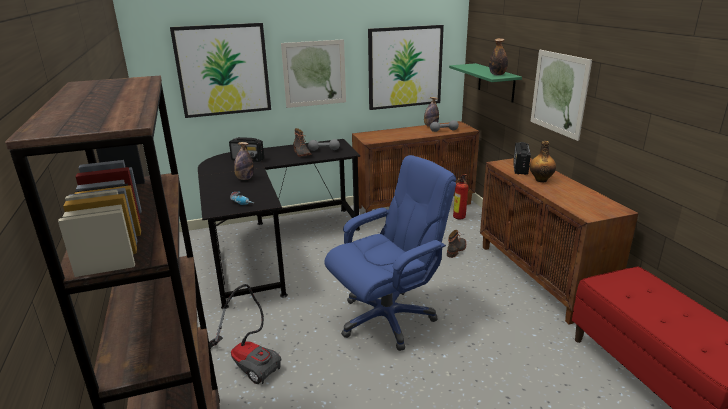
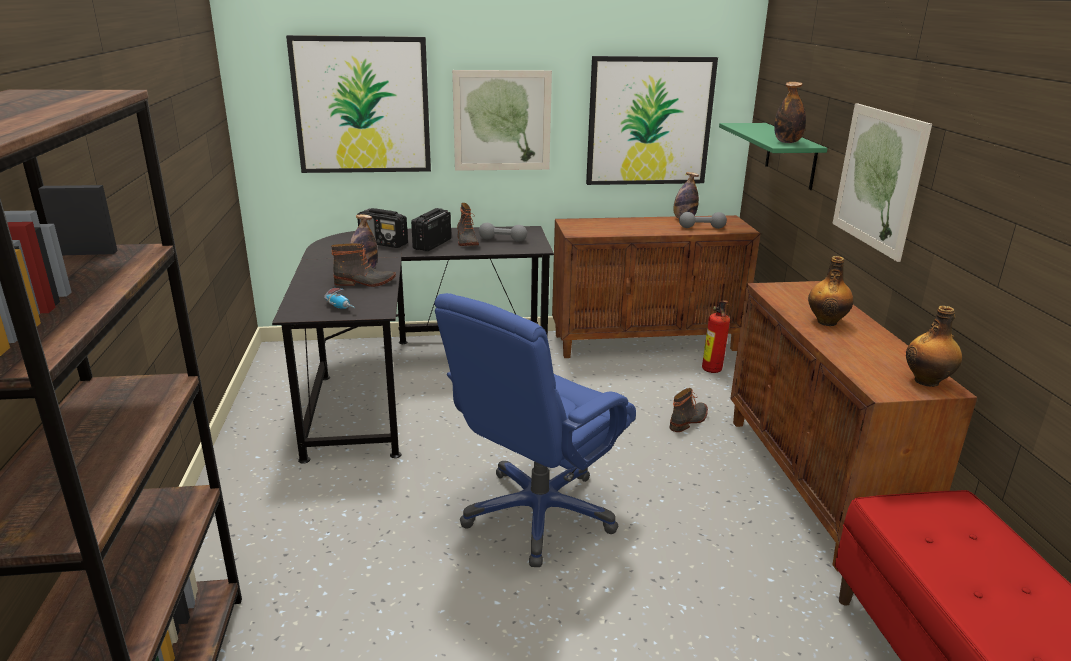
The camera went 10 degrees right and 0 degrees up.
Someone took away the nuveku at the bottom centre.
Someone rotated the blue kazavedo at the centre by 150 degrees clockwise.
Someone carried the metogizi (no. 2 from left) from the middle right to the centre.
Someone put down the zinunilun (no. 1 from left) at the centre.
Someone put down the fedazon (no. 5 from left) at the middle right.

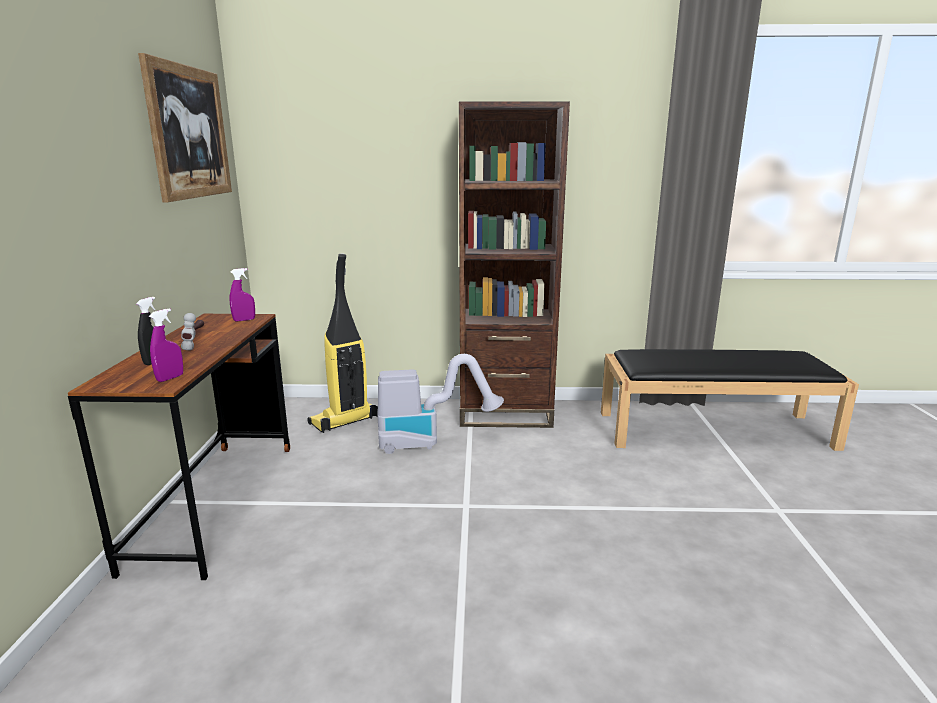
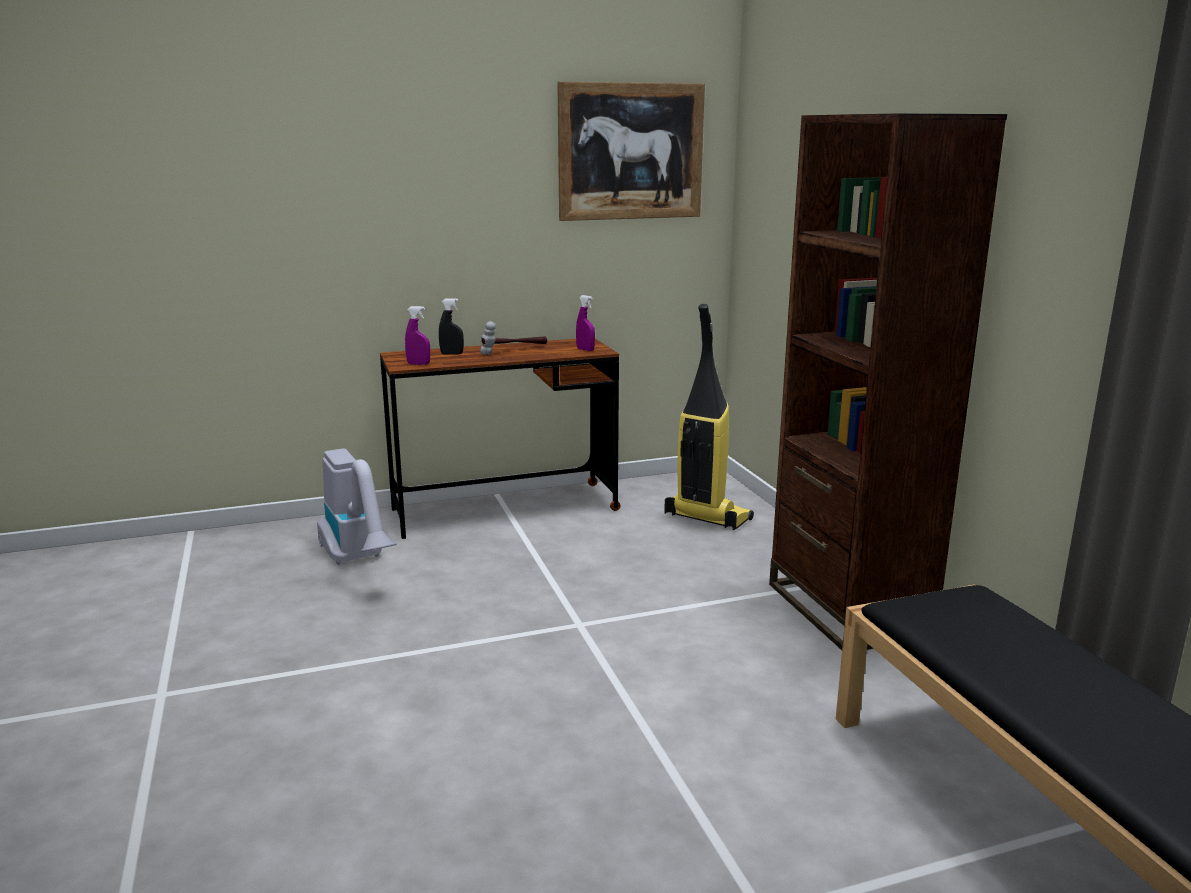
The camera went 70 degrees right and 0 degrees up.
Someone carried the nuveku (no. 2 from left in the first image) from the centre to the middle left.

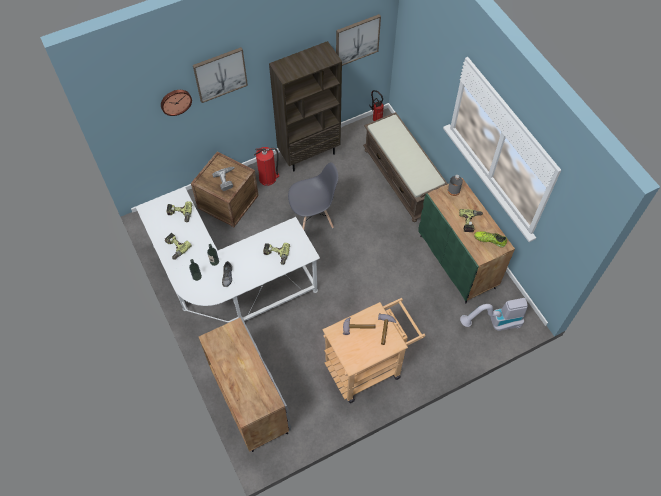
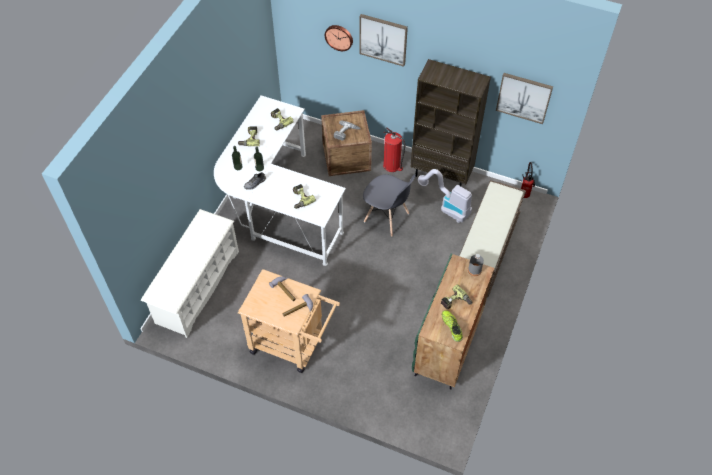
The camera went 50 degrees right and 5 degrees down.
Someone swapped the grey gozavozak at the bottom centre for the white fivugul at the middle left.
Someone carried the nuveku from the middle right to the centre.

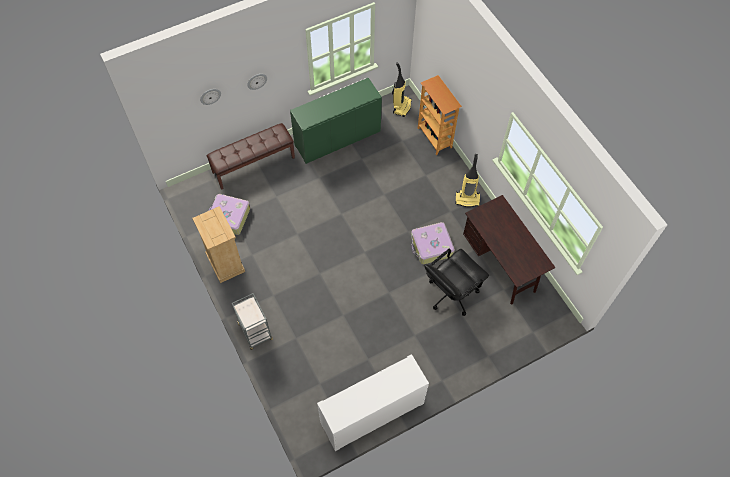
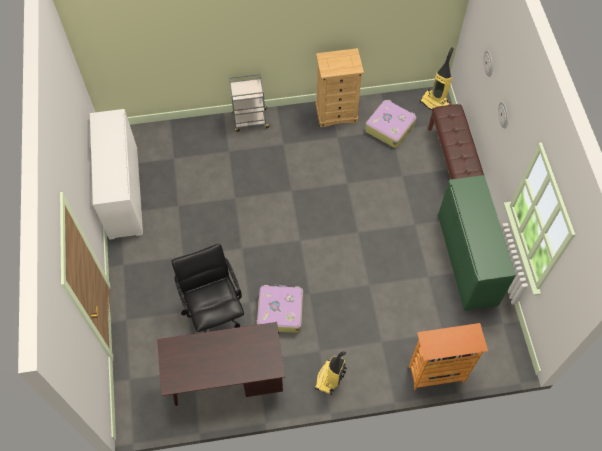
The camera went 110 degrees right and 0 degrees up.
Someone carried the nuveku (no. 1 from left in the first image) from the top centre to the top right.

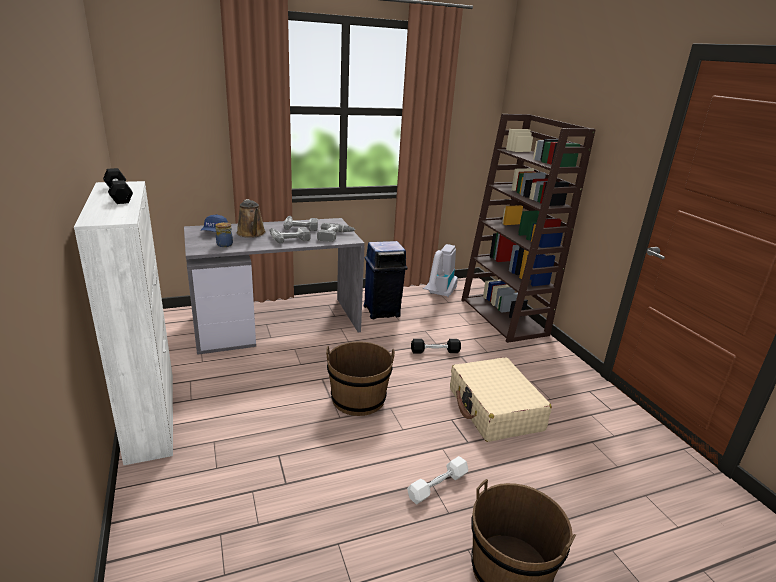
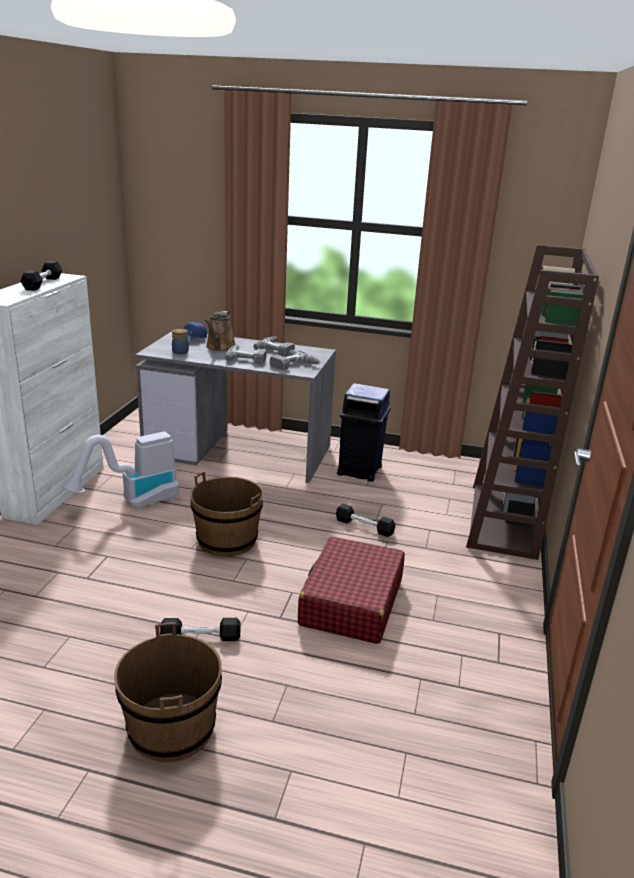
The camera went 35 degrees right and 0 degrees up.
Someone repainted the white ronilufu at the bottom centre, which became the black ronilufu (no. 2 from left) at the bottom left.
Someone carried the nuveku from the centre to the middle left.
Someone repainted the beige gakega at the bottom centre, which became the red gakega at the bottom centre.

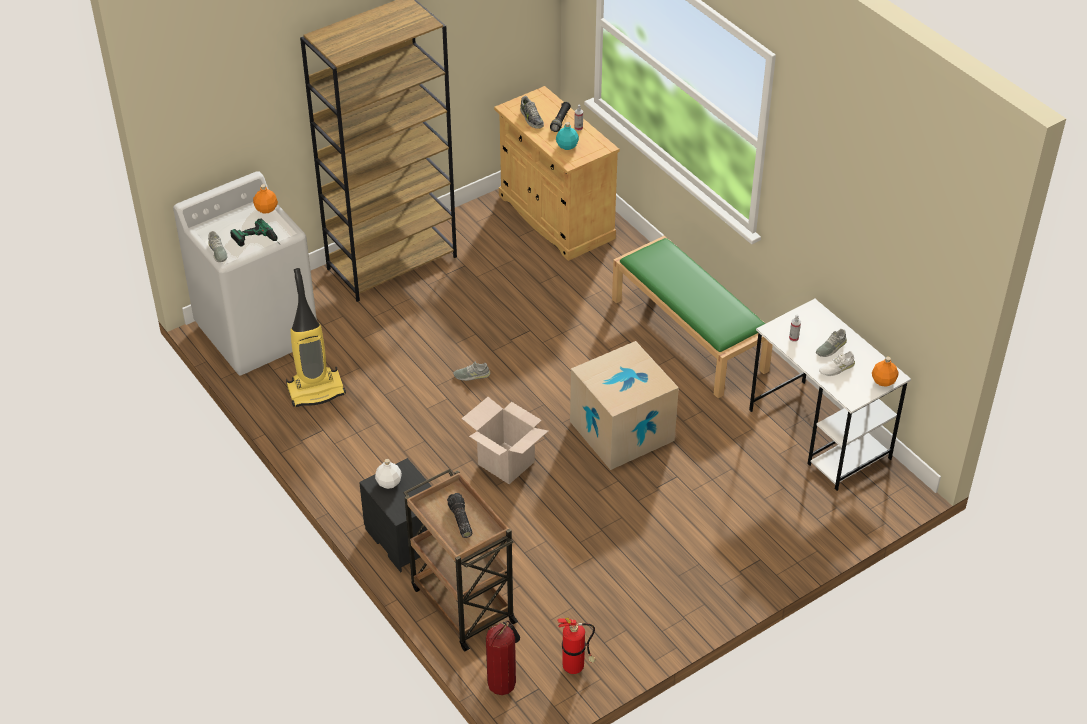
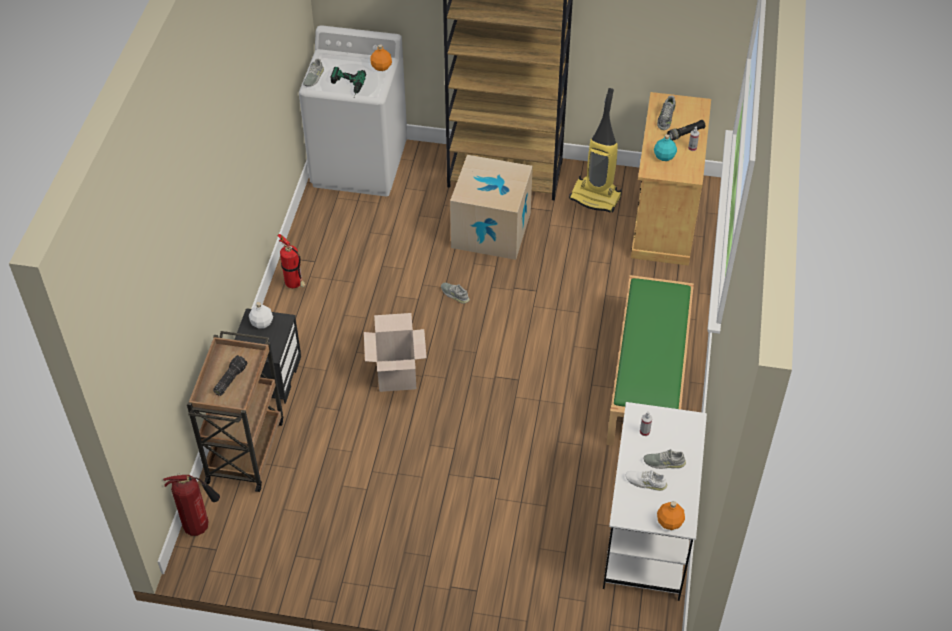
The camera went 45 degrees right and 5 degrees up.
Someone carried the nuveku from the middle left to the top centre.
Someone carried the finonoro (no. 2 from left) from the bottom centre to the middle left.
Someone carried the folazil (no. 2 from left) from the centre to the top centre.

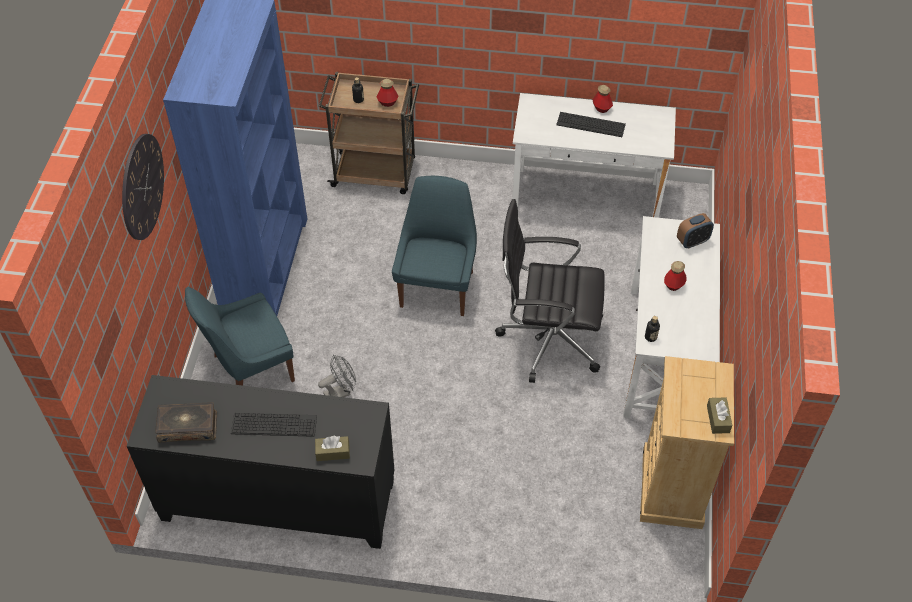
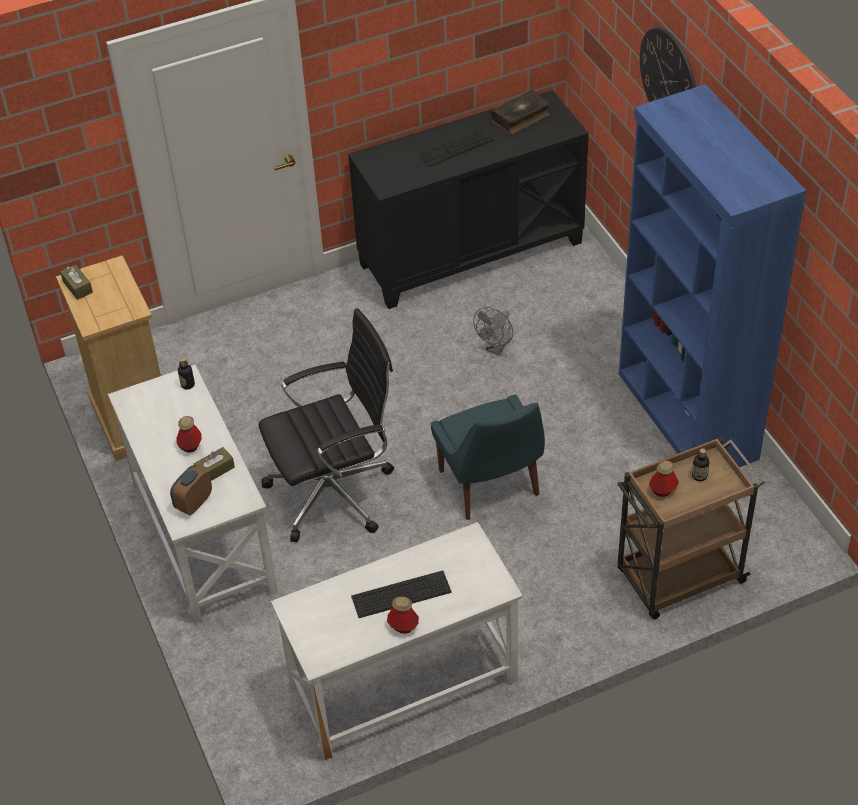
The camera went 150 degrees right and 5 degrees down.
Someone took away the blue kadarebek (no. 1 from left) at the middle left.
Someone carried the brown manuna (no. 1 from left in the first image) from the bottom centre to the middle left.

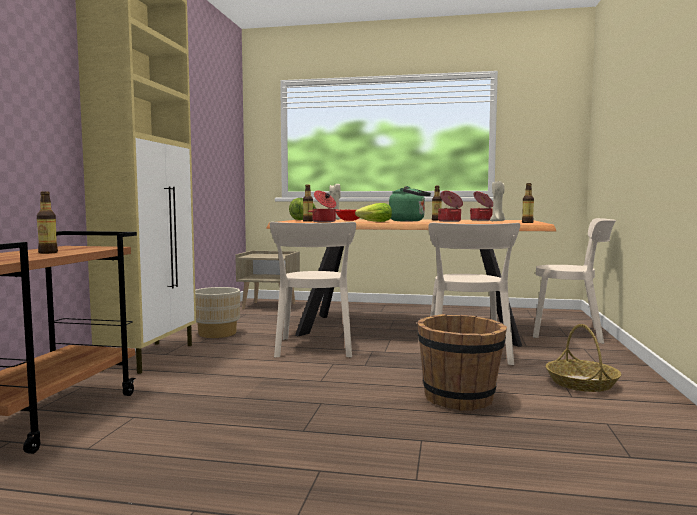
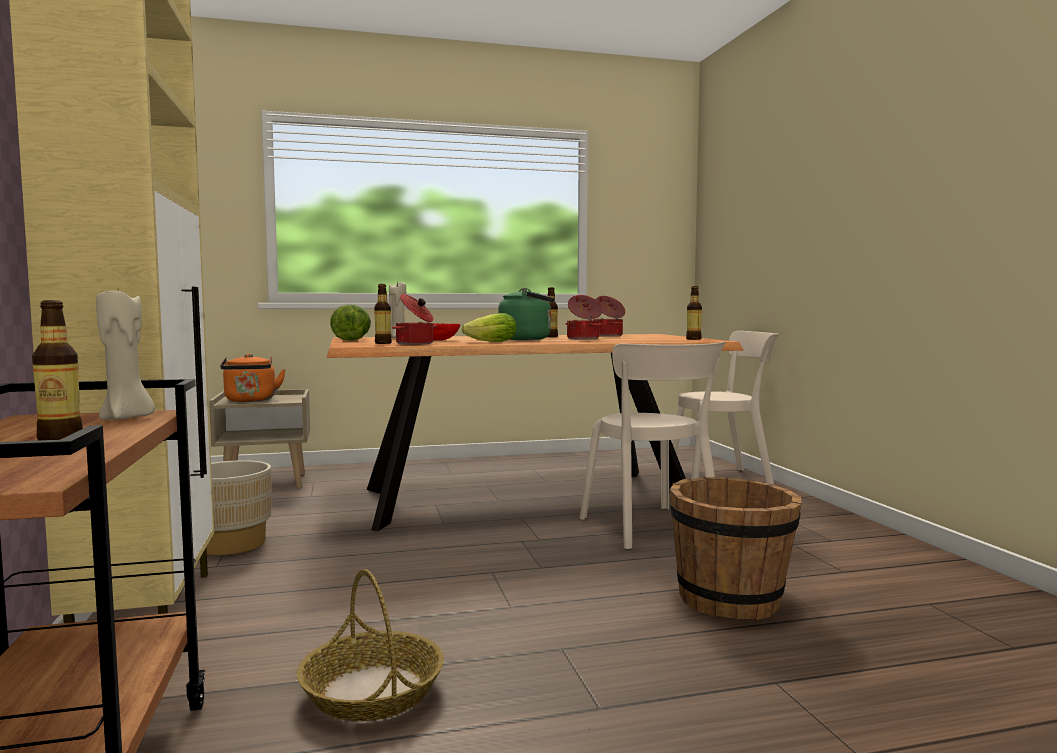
The camera went 25 degrees left and 0 degrees up.
Someone took away the beige kadarebek (no. 1 from left) at the centre.
Someone carried the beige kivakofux (no. 2 from left in the first image) from the middle right to the middle left.
Someone carried the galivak from the bottom right to the bottom centre.
Someone put down the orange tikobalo at the middle left.

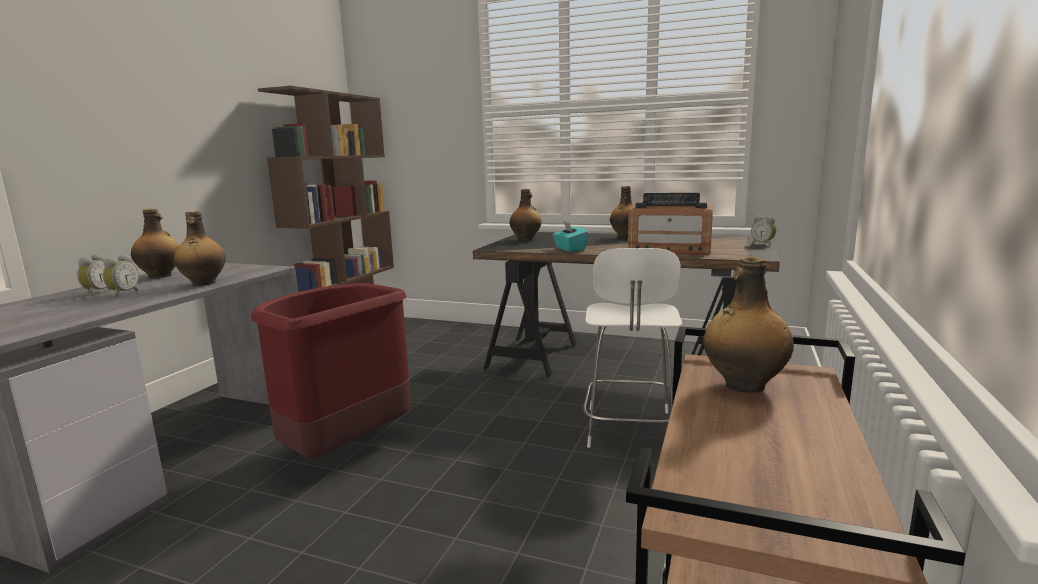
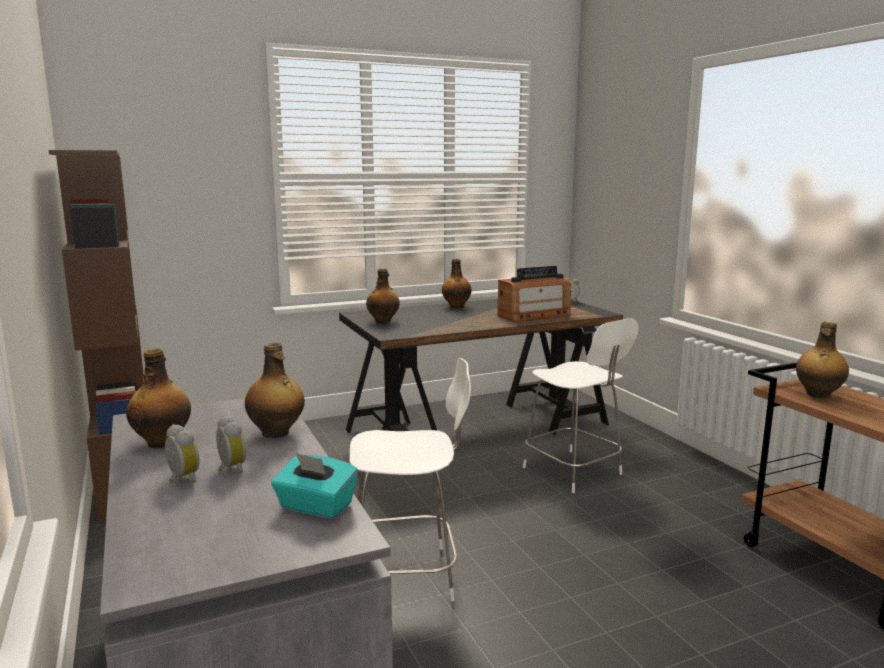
The camera went 45 degrees left and 0 degrees up.
Someone swapped the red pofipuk at the middle left for the white kadarebek (no. 1 from left) at the bottom centre.
Someone carried the turquoise manuna from the centre to the bottom centre.

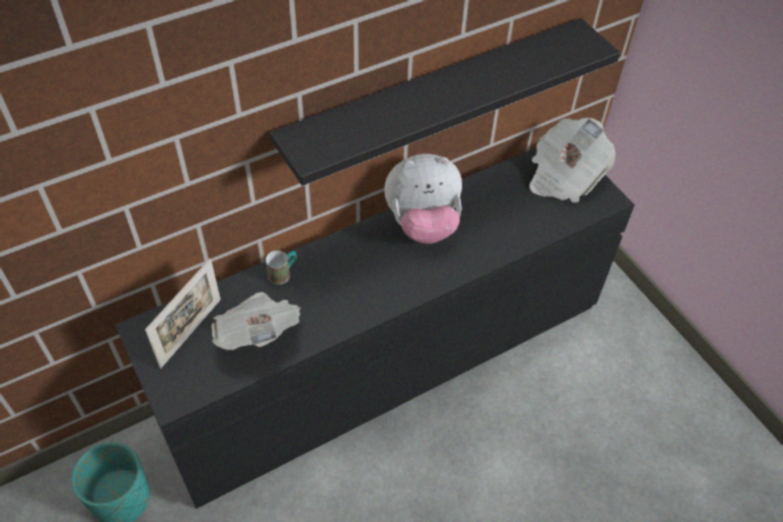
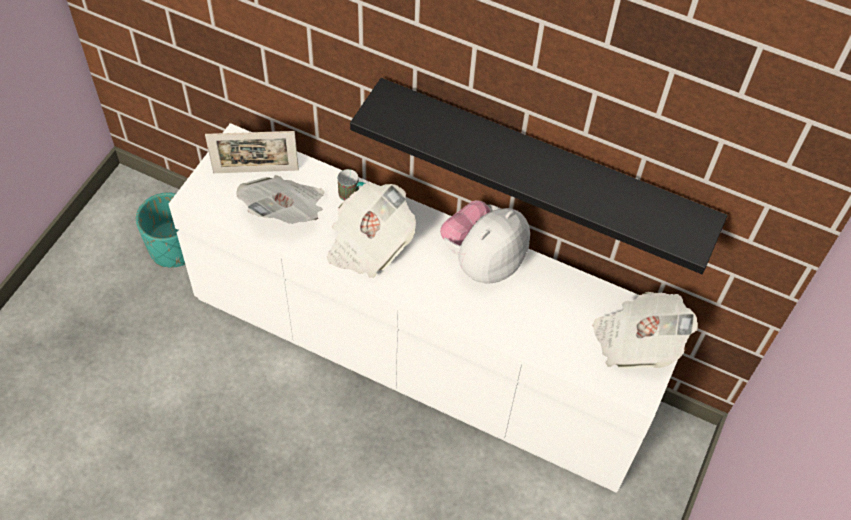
The camera went 55 degrees right and 5 degrees up.
Someone repainted the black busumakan at the centre, which became the white busumakan at the centre.
Someone rotated the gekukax at the centre by 90 degrees clockwise.
Someone put down the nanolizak (no. 2 from left) at the centre.

